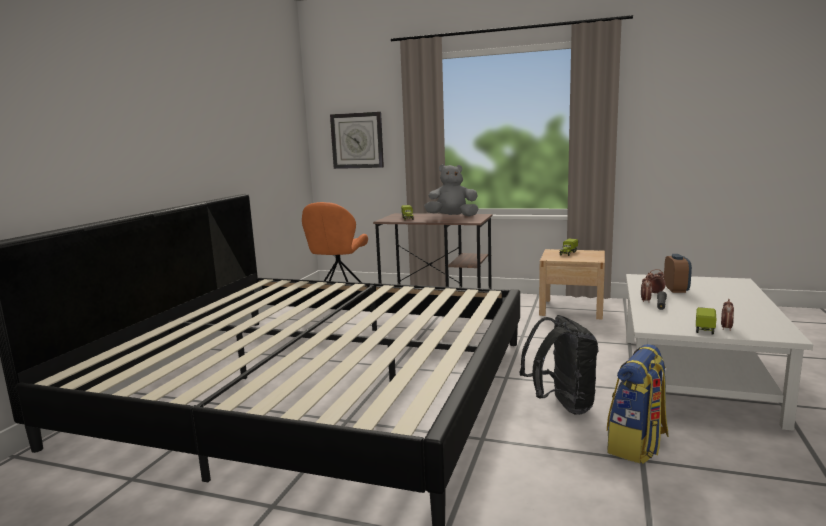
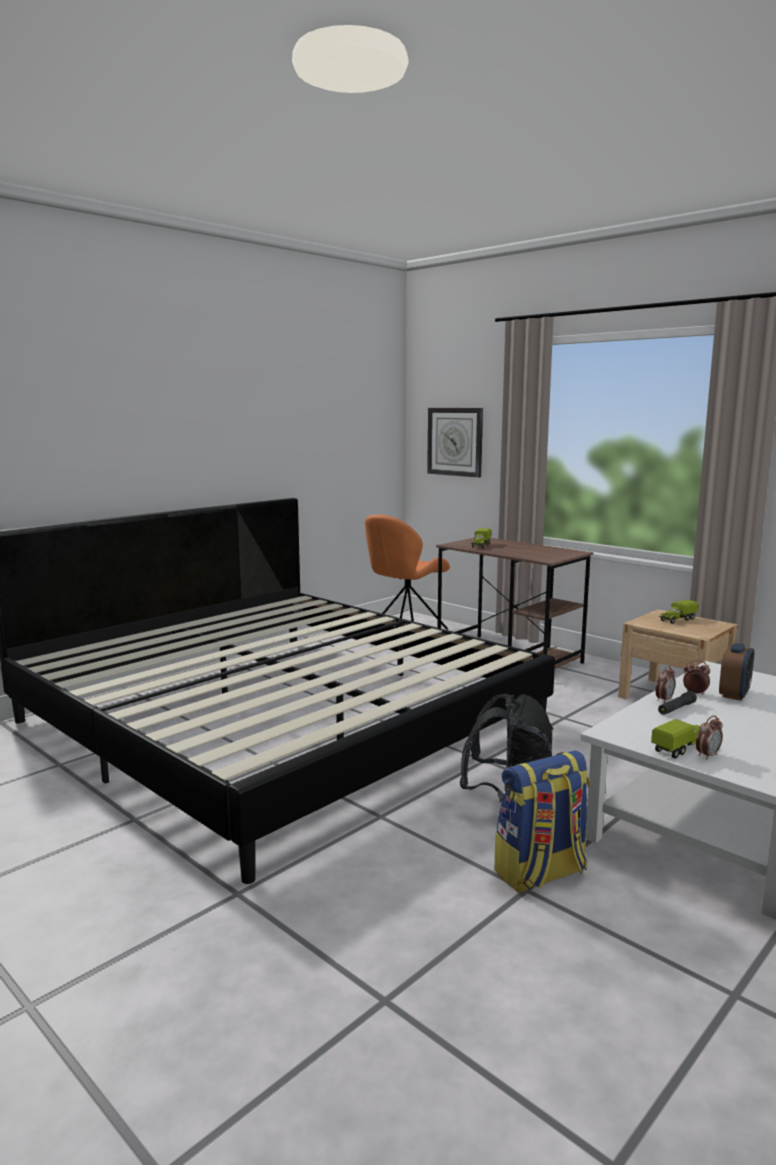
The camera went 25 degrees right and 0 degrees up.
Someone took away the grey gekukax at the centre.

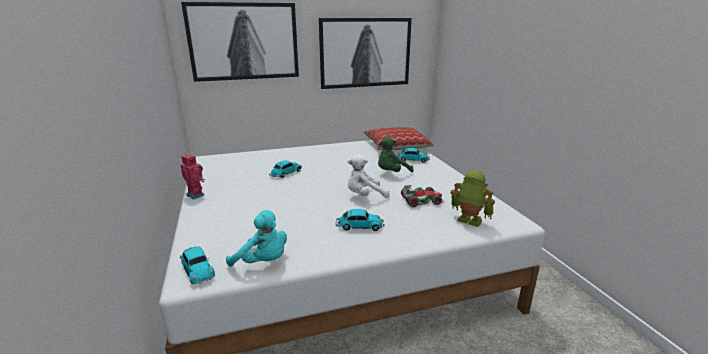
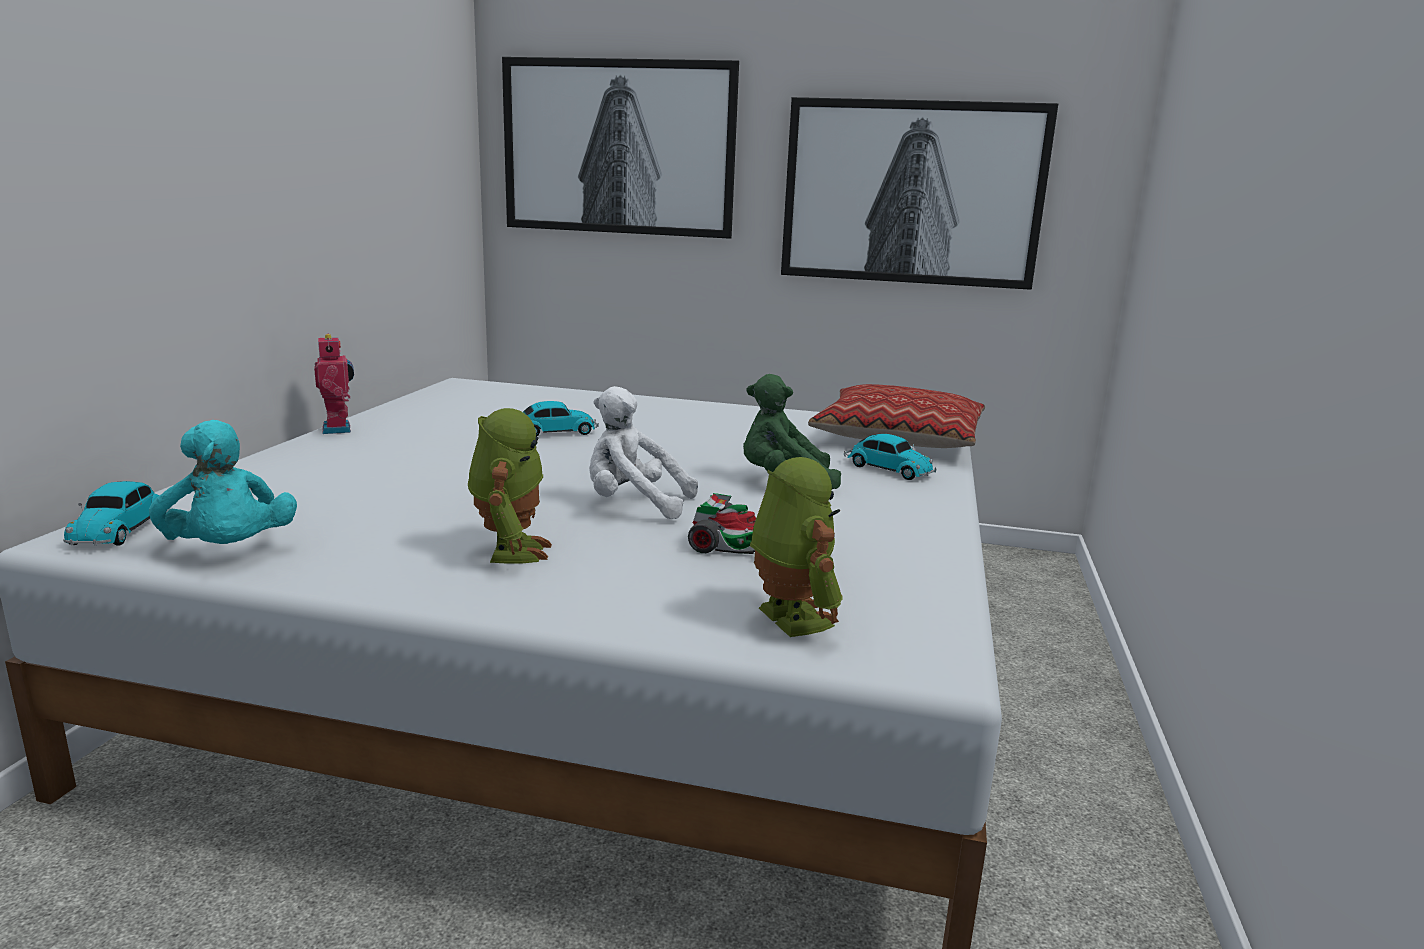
The camera went 30 degrees right and 5 degrees down.
Someone swapped the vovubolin (no. 3 from left) at the centre for the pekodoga (no. 2 from left) at the centre.

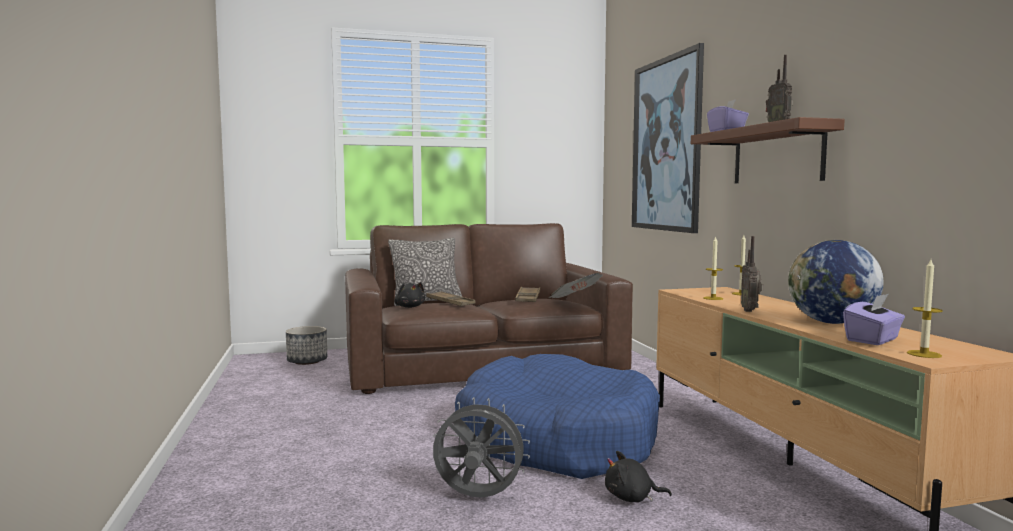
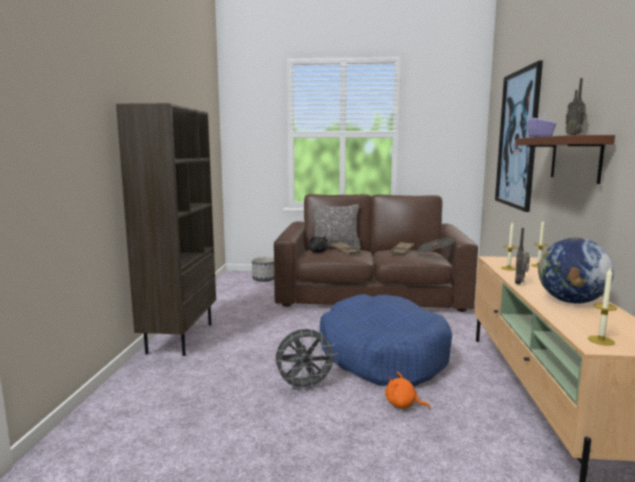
The camera went 20 degrees right and 5 degrees up.
Someone rotated the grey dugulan at the bottom centre by 135 degrees clockwise.
Someone repainted the black gekukax (no. 2 from left) at the bottom centre, which became the orange gekukax at the bottom centre.
Someone took away the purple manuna (no. 2 from left) at the middle right.
Someone put down the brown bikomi at the middle left.

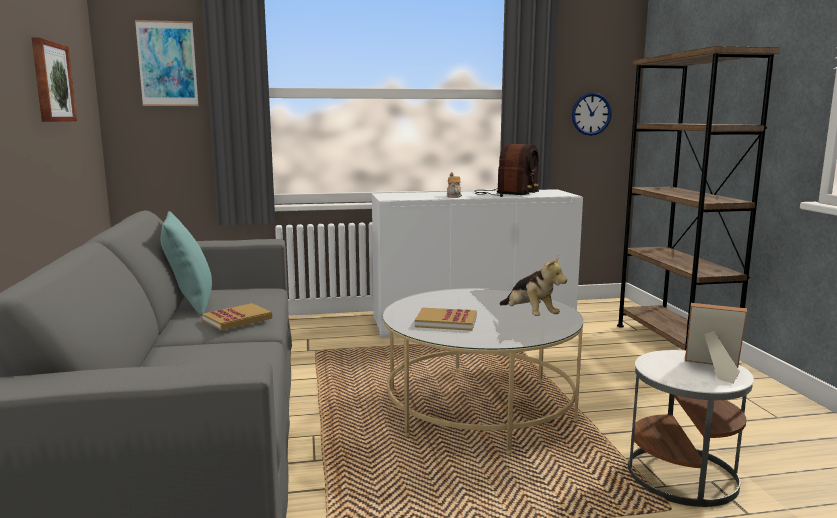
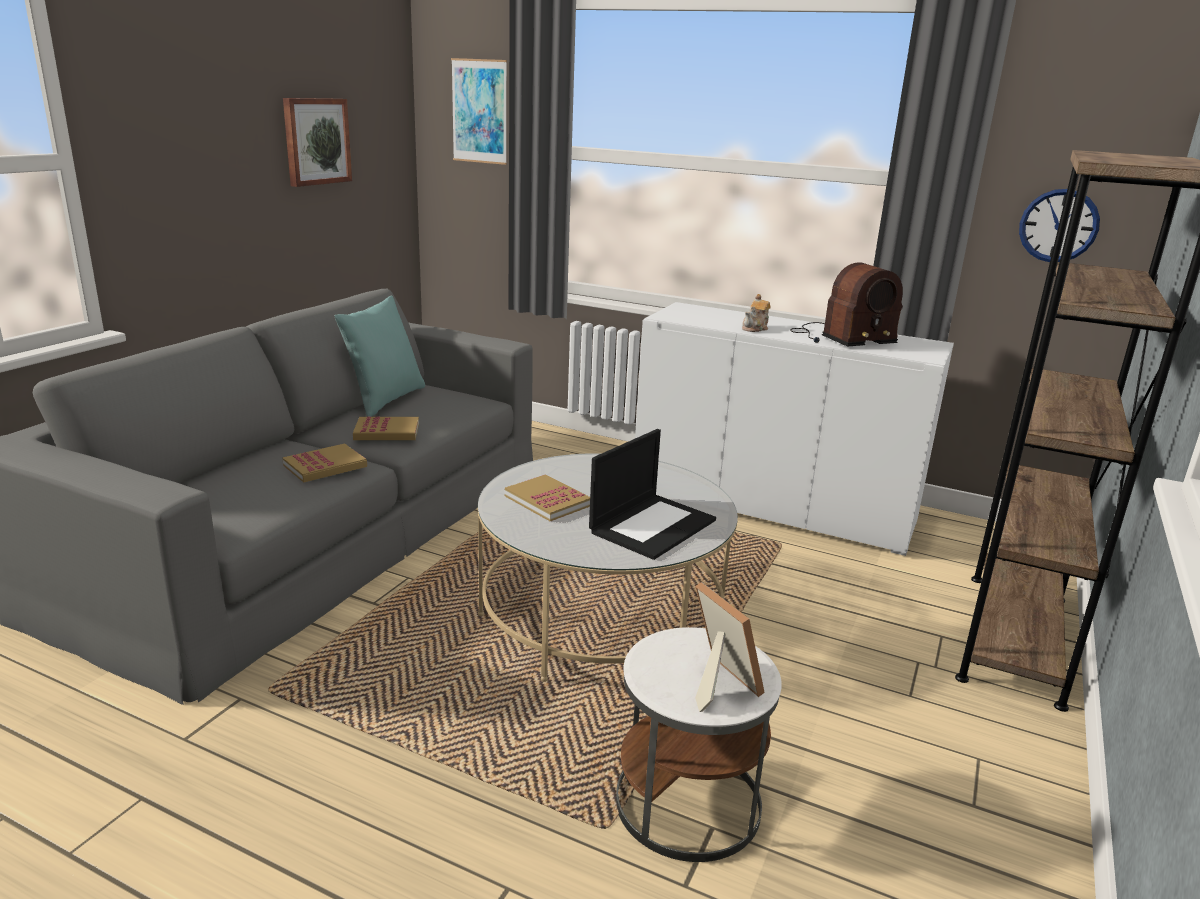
The camera went 35 degrees right and 10 degrees up.
Someone swapped the gekukax at the centre for the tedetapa at the centre.
Someone put down the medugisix (no. 1 from left) at the middle left.

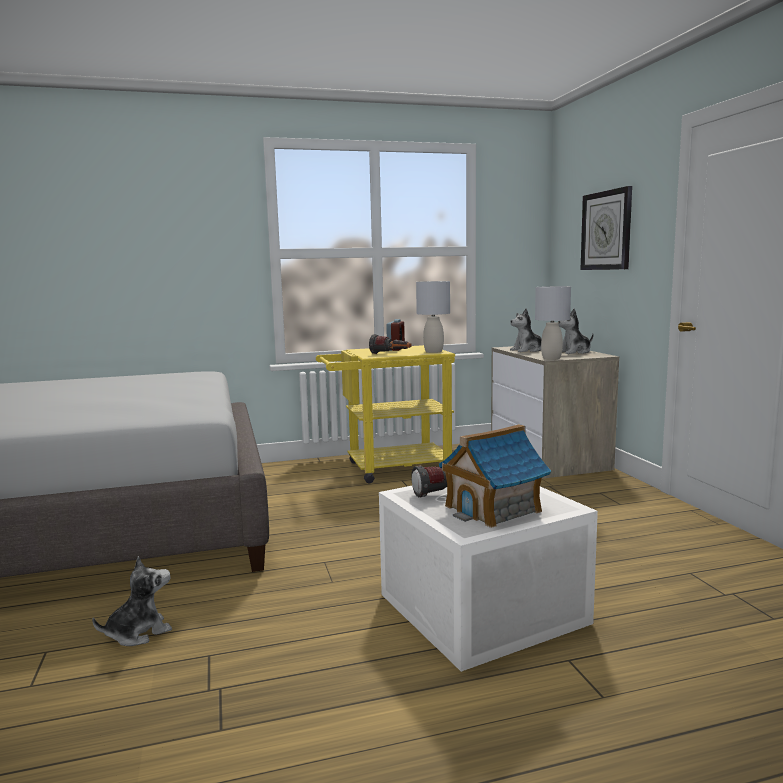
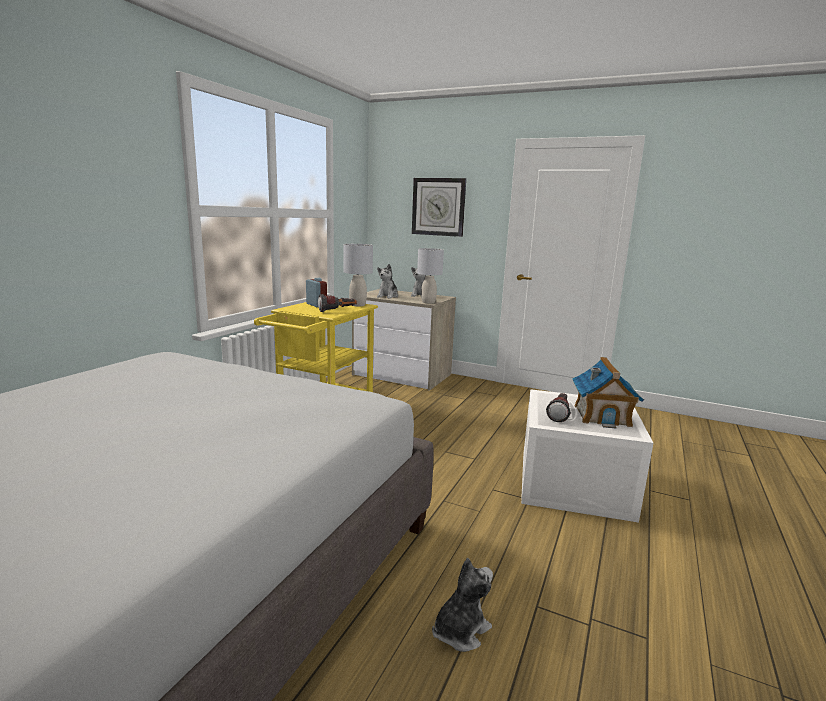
The camera went 50 degrees left and 5 degrees up.
Someone rotated the gekukax (no. 1 from left in the first image) at the bottom left by 45 degrees clockwise.

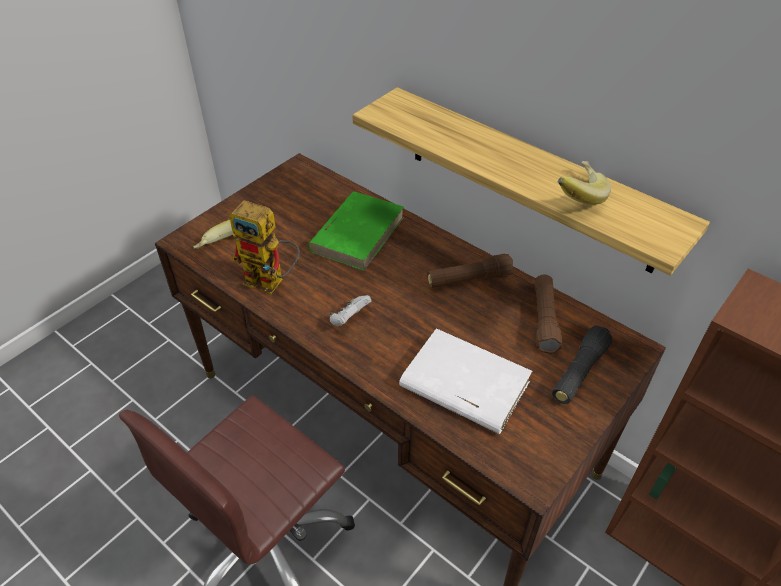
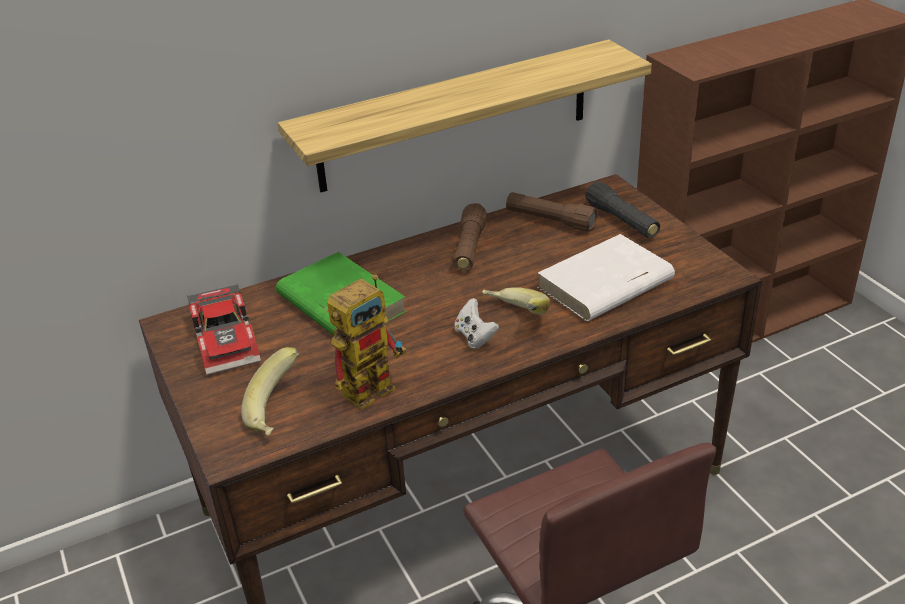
The camera went 65 degrees left and 10 degrees down.
Someone carried the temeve (no. 2 from left) from the top right to the centre.
Someone put down the vovubolin at the middle left.

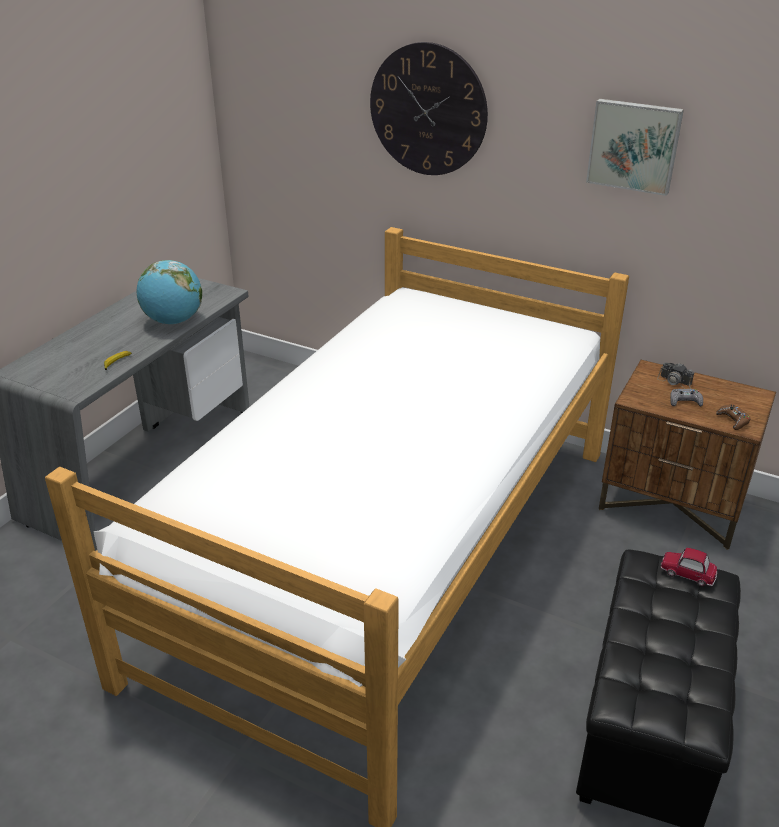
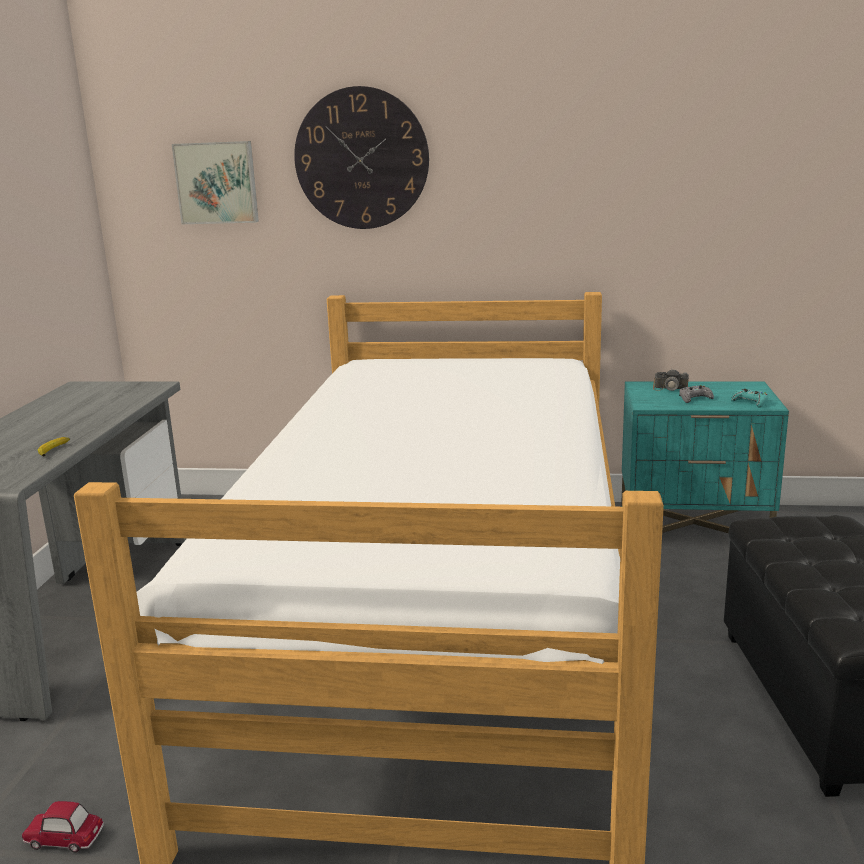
The camera went 20 degrees left and 15 degrees down.
Someone took away the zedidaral at the middle left.
Someone carried the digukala from the top right to the top left.
Someone repainted the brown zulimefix at the middle right, which became the turquoise zulimefix at the middle right.
Someone carried the vovubolin from the bottom right to the bottom left.
Someone repainted the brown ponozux at the middle right, which became the turquoise ponozux at the middle right.

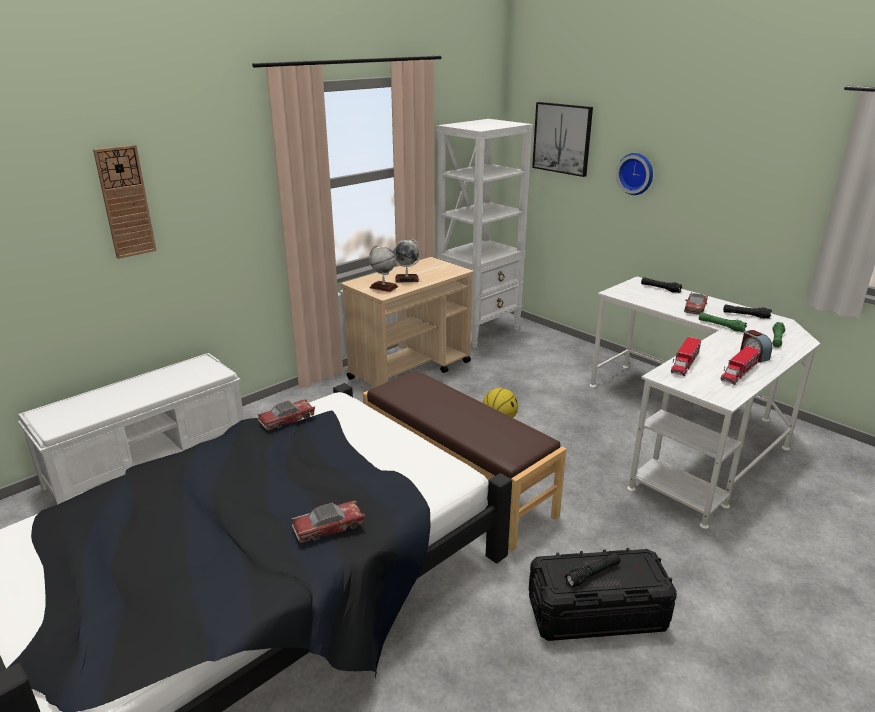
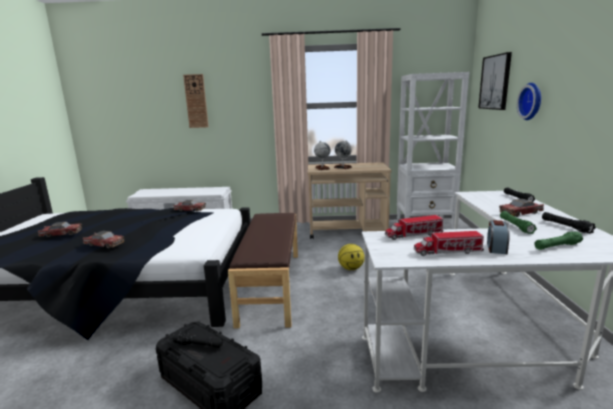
The camera went 45 degrees right and 10 degrees down.
Someone put down the vovubolin (no. 1 from left) at the middle left.

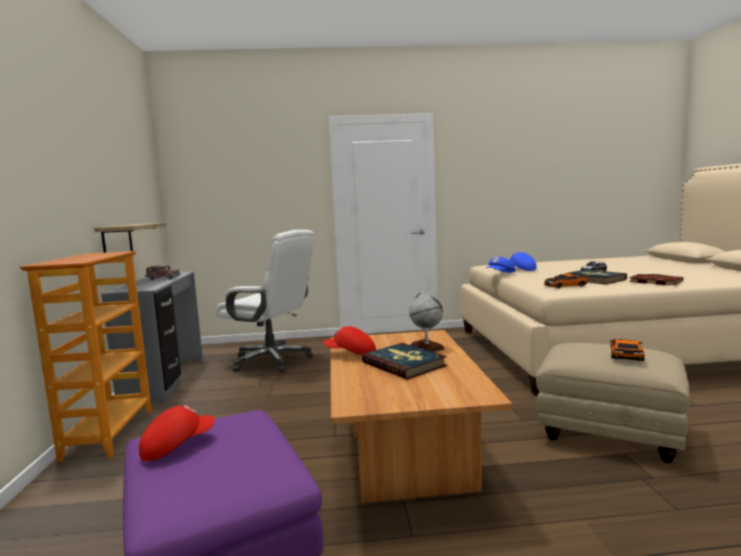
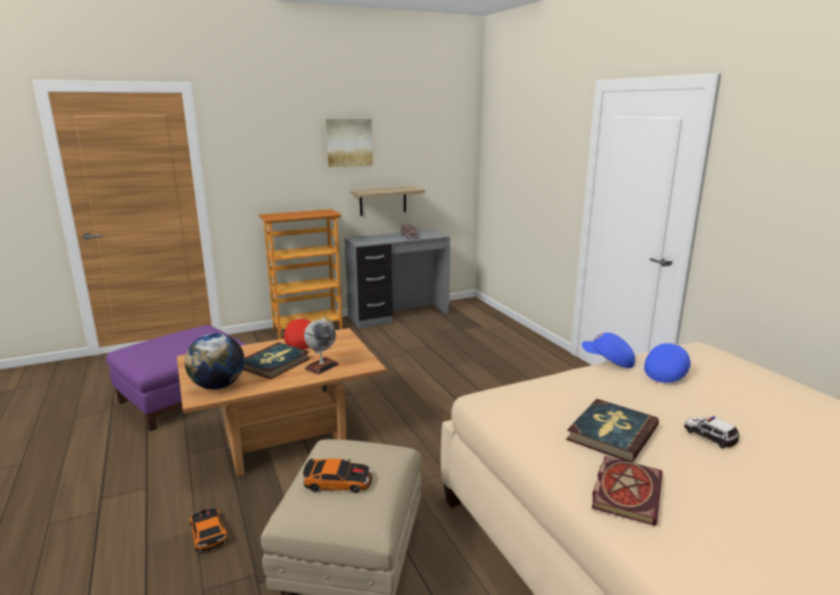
The camera went 70 degrees right and 10 degrees up.
Someone took away the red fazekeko (no. 1 from left) at the bottom left.
Someone took away the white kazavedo at the centre.
Someone carried the vovubolin (no. 1 from left) from the middle right to the bottom left.
Someone put down the zedidaral (no. 1 from left) at the middle left.
Someone put up the digukala at the top centre.

